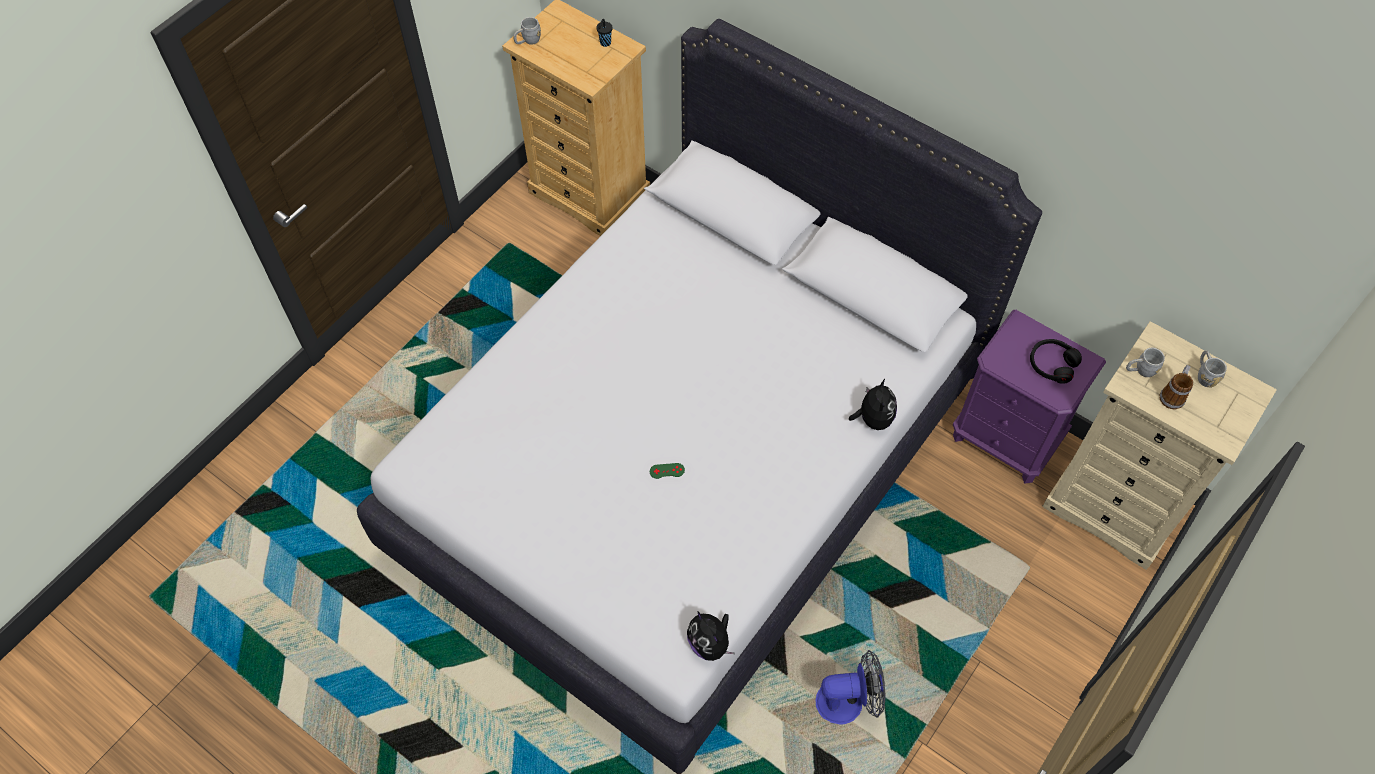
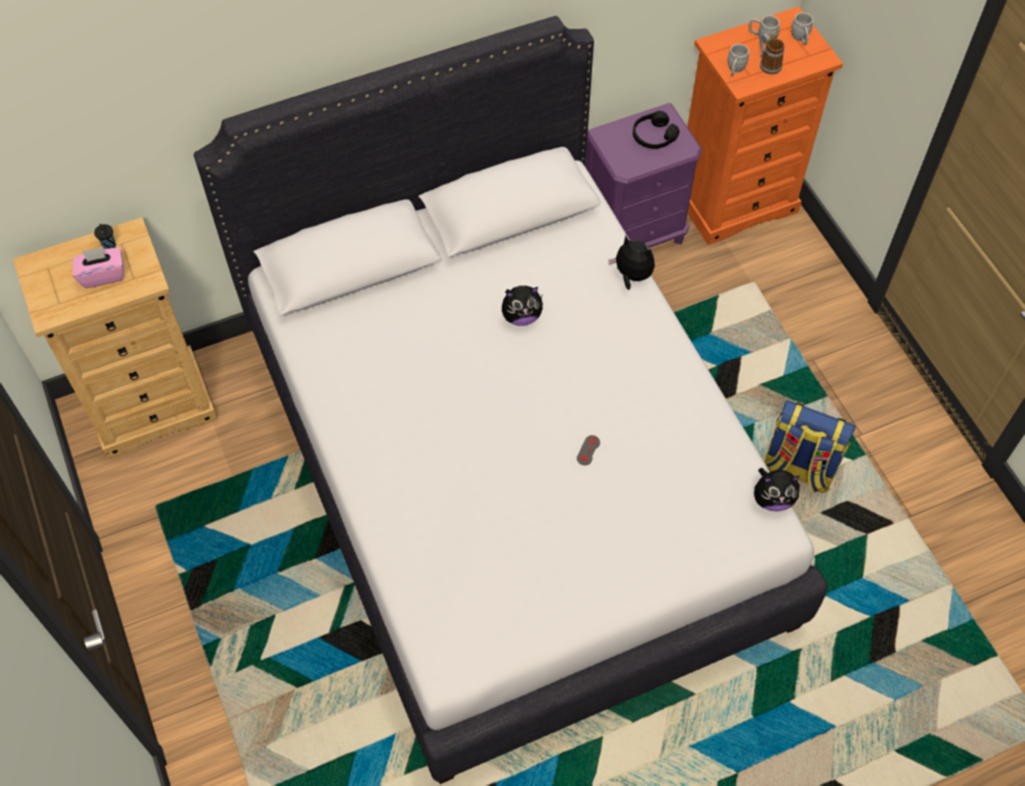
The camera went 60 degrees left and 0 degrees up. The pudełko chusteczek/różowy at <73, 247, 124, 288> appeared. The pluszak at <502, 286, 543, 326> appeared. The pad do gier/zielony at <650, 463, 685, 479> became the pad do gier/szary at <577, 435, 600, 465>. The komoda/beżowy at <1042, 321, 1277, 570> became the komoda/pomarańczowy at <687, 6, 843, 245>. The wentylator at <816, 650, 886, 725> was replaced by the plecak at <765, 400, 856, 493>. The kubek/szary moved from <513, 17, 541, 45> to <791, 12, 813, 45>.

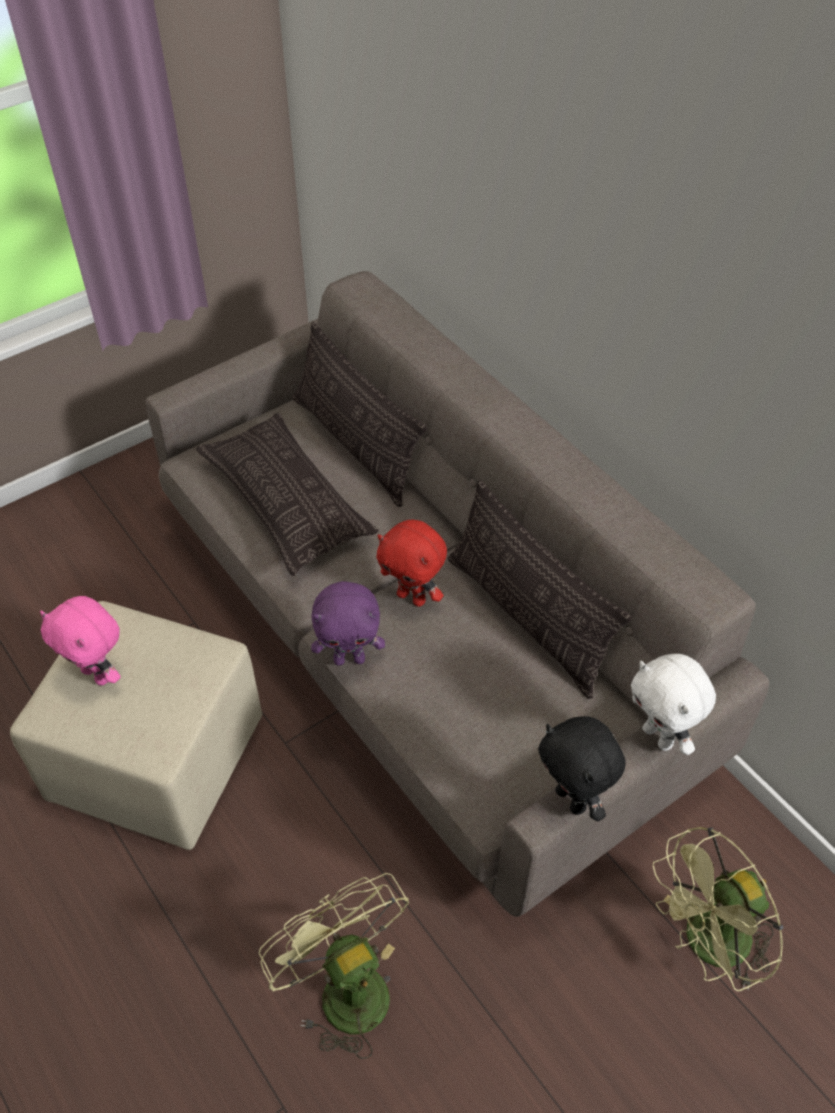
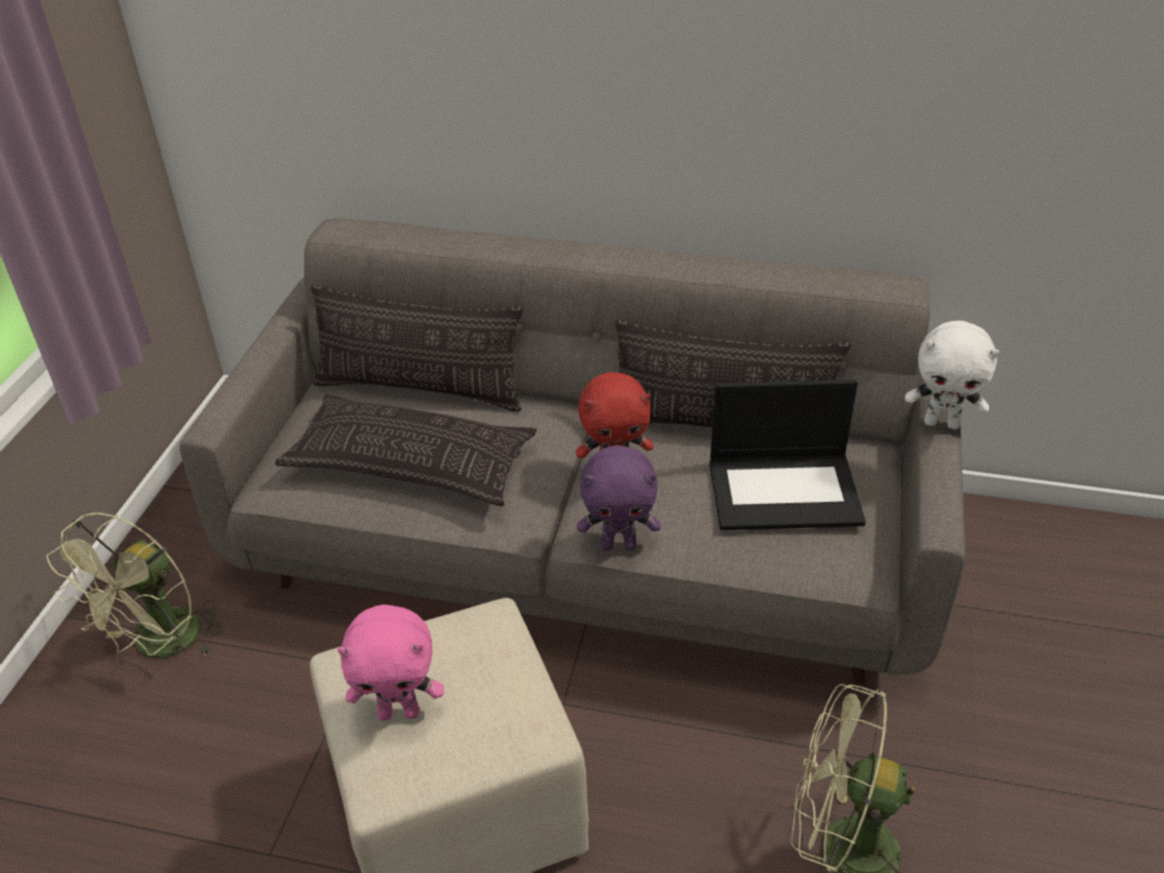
The camera went 40 degrees left and 10 degrees down. The wentylator/zielony moved from <653, 827, 783, 991> to <46, 513, 223, 658>. The pluszak/fioletowy at <311, 581, 385, 665> turned 45 degrees clockwise. The laptop at <709, 379, 866, 530> appeared. The pluszak/czarny at <538, 716, 626, 821> disappeared.

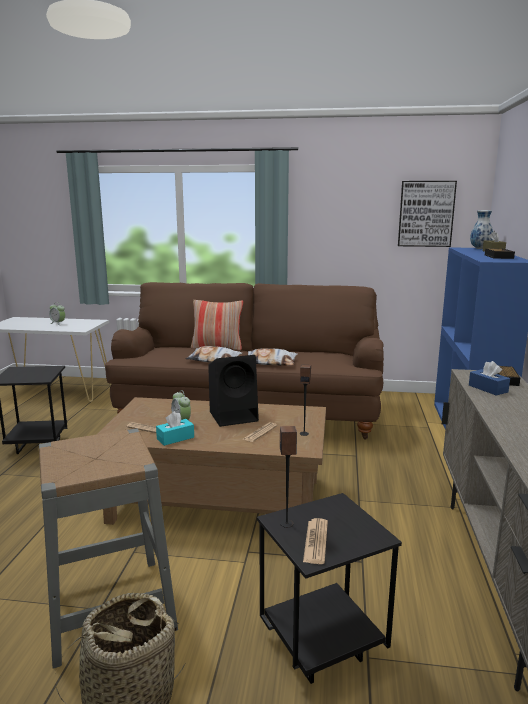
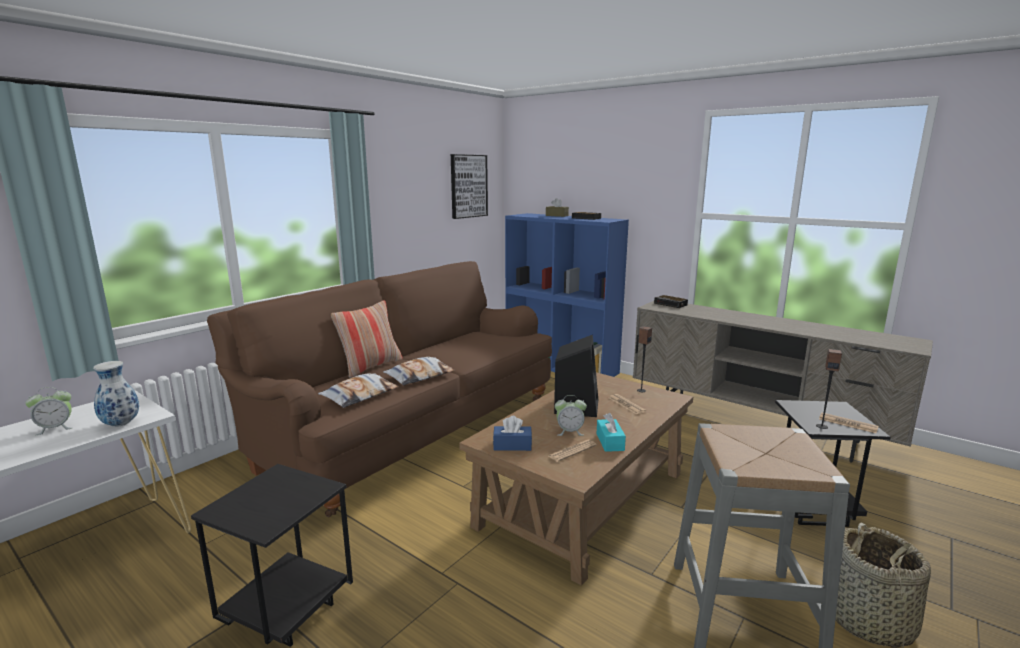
The camera went 60 degrees left and 0 degrees up. The wazon moved from <470, 210, 493, 249> to <93, 361, 139, 427>. The poduszka moved from <248, 349, 298, 366> to <318, 373, 398, 408>. The pudełko chusteczek/niebieski moved from <469, 361, 510, 395> to <493, 416, 532, 451>.

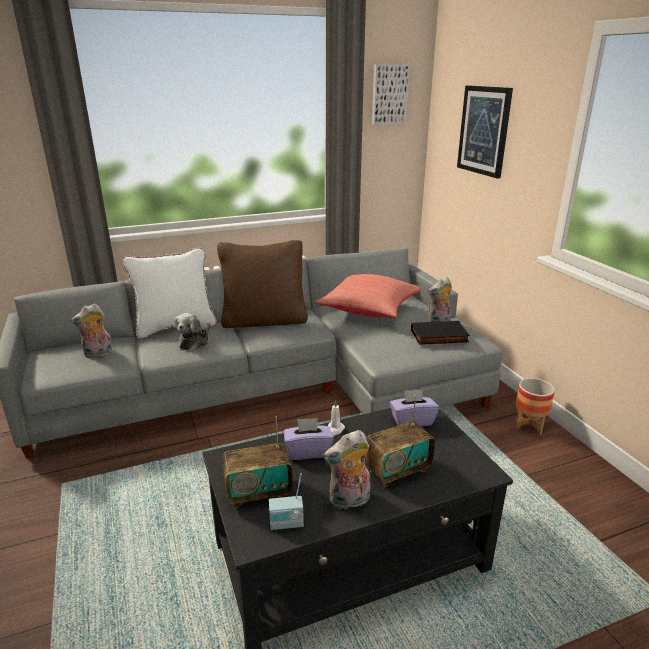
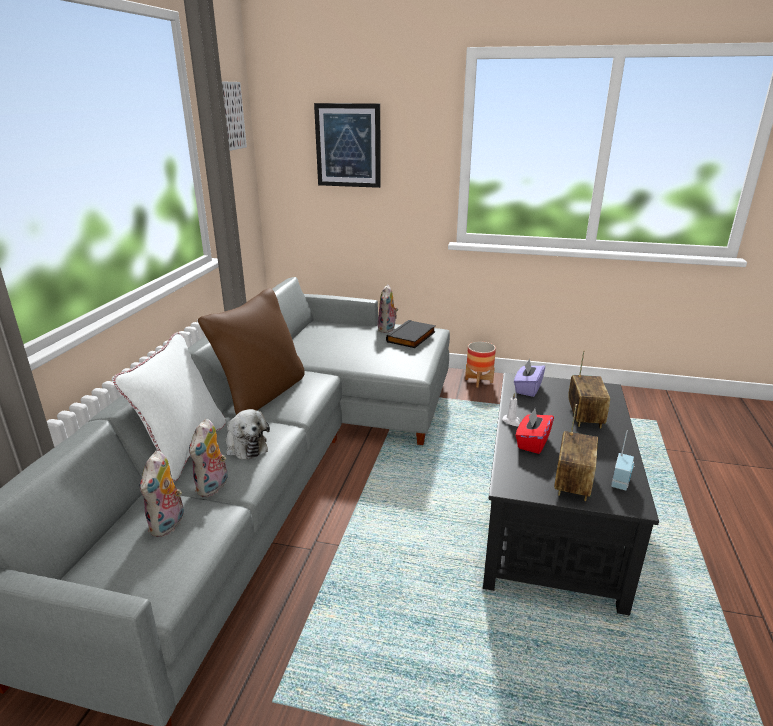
The camera went 55 degrees left and 0 degrees up. The pluszak moved from <323, 430, 370, 510> to <189, 418, 228, 497>. The pudełko chusteczek/fioletowy at <284, 418, 334, 460> became the pudełko chusteczek/czerwony at <515, 409, 554, 454>. The poduszka/czerwony at <315, 274, 421, 318> disappeared.

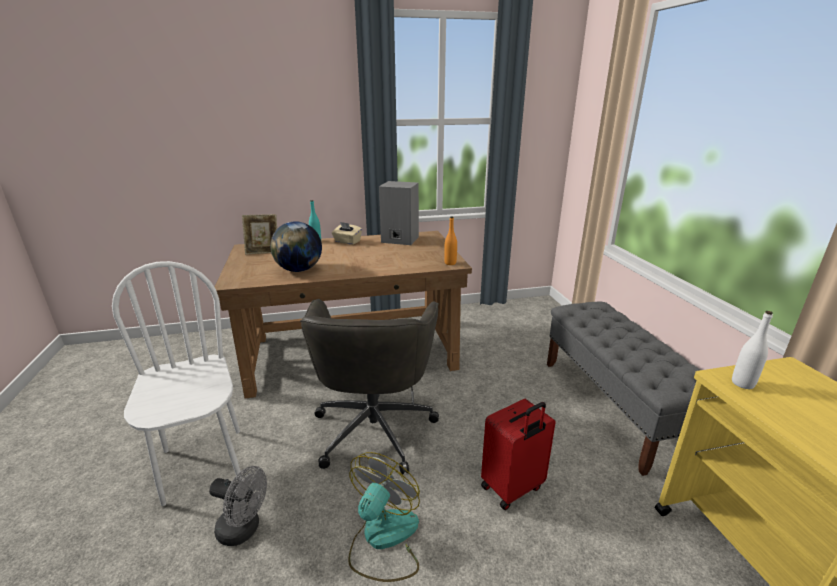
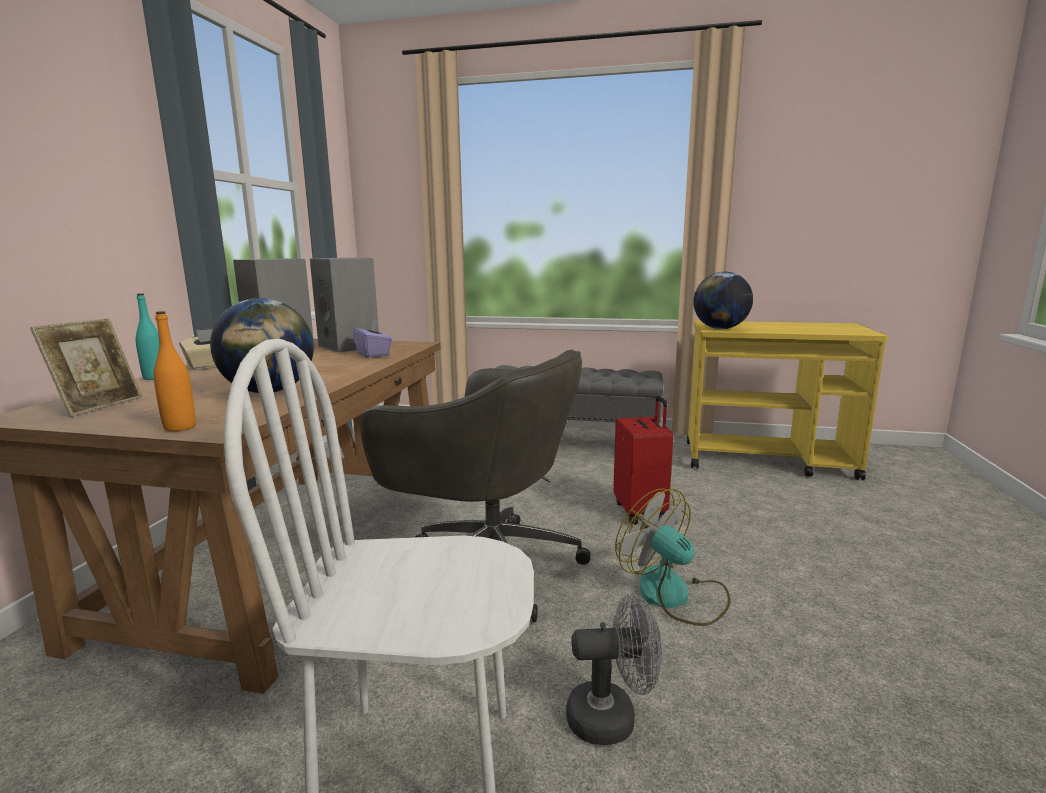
The camera went 65 degrees left and 10 degrees down. The butelka/pomarańczowy moved from <444, 217, 457, 265> to <154, 311, 196, 431>. The głośnik/szary at <310, 258, 379, 352> appeared. The pudełko chusteczek/fioletowy at <353, 319, 392, 358> appeared. The wentylator/szary at <209, 466, 267, 546> turned 45 degrees clockwise. The butelka/biały at <732, 311, 773, 389> was replaced by the globus at <693, 272, 753, 329>.

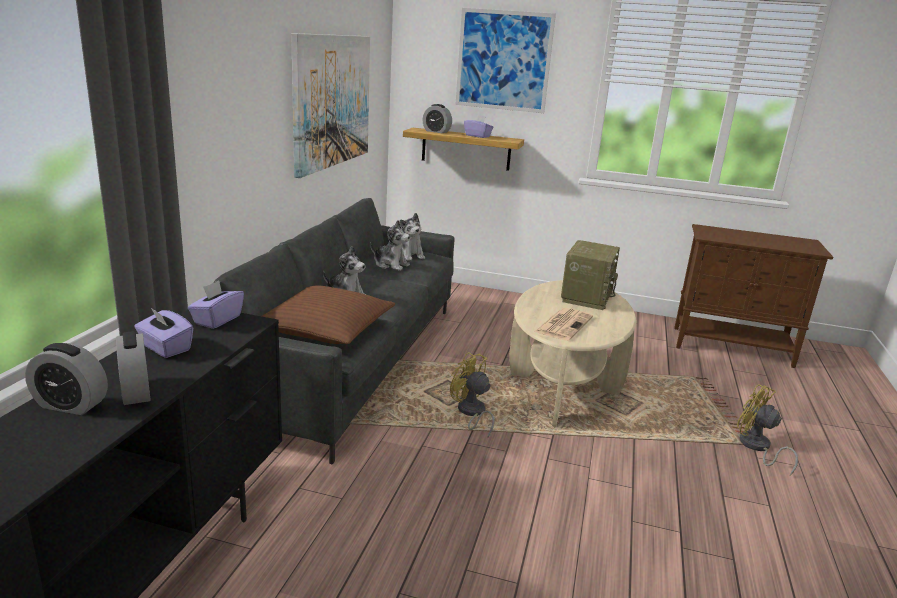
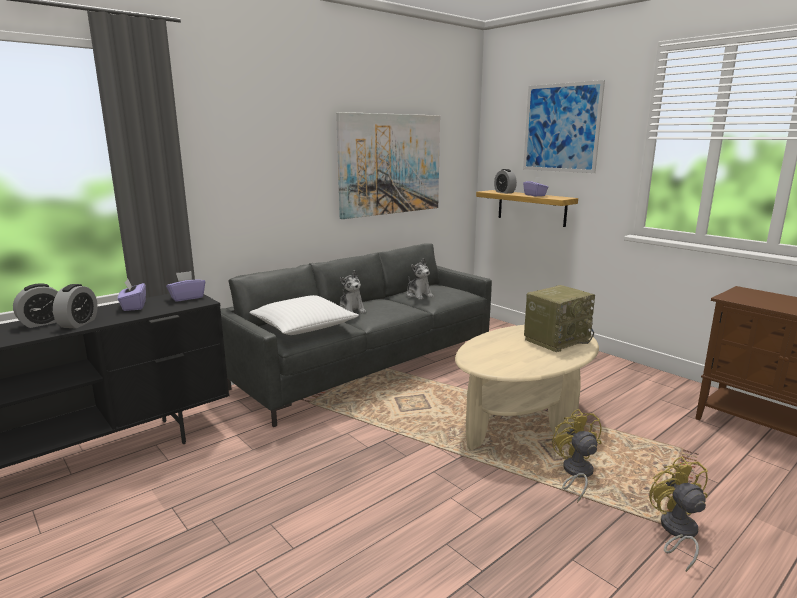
The camera went 35 degrees right and 5 degrees down. The budzik at <25, 343, 108, 415> turned 90 degrees counterclockwise. The poduszka/brązowy at <262, 286, 395, 344> became the poduszka/biały at <249, 295, 359, 335>. The wentylator/żółty moved from <450, 352, 495, 438> to <552, 409, 601, 503>. The pluszak at <400, 213, 425, 261> disappeared. The gazeta at <535, 308, 593, 341> disappeared.

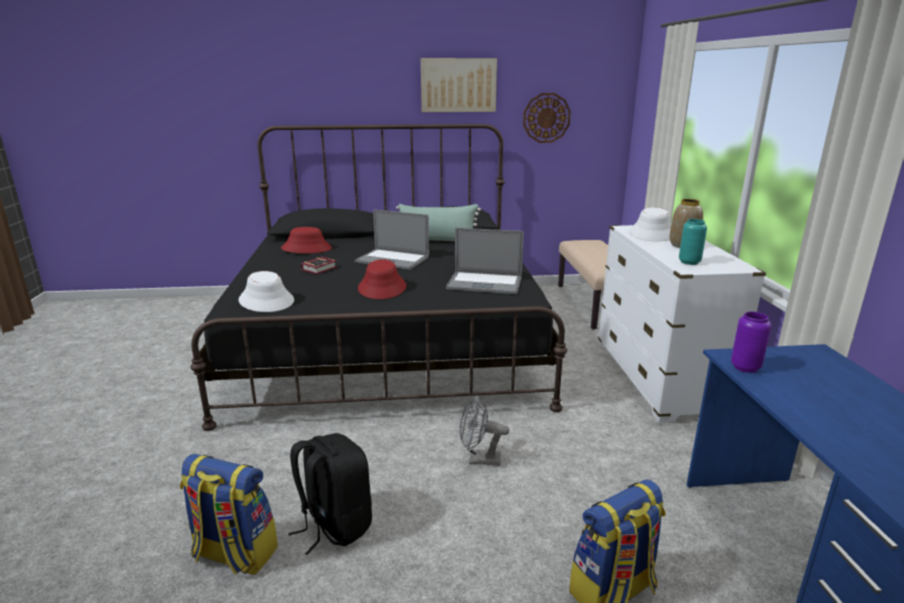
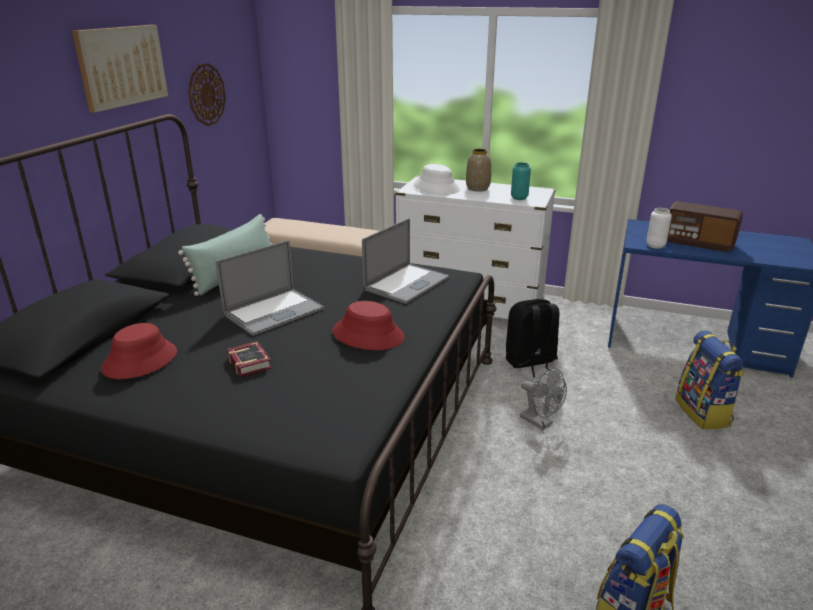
The camera went 65 degrees left and 5 degrees up. The plecak/czarny moved from <288, 433, 372, 555> to <506, 299, 559, 377>. The wentylator/szary at <459, 397, 509, 466> turned 75 degrees counterclockwise. The wazon/fioletowy at <731, 312, 771, 373> became the wazon/biały at <646, 208, 672, 249>. The radio at <667, 201, 743, 252> appeared. The kapelusz/biały at <238, 271, 294, 312> disappeared.

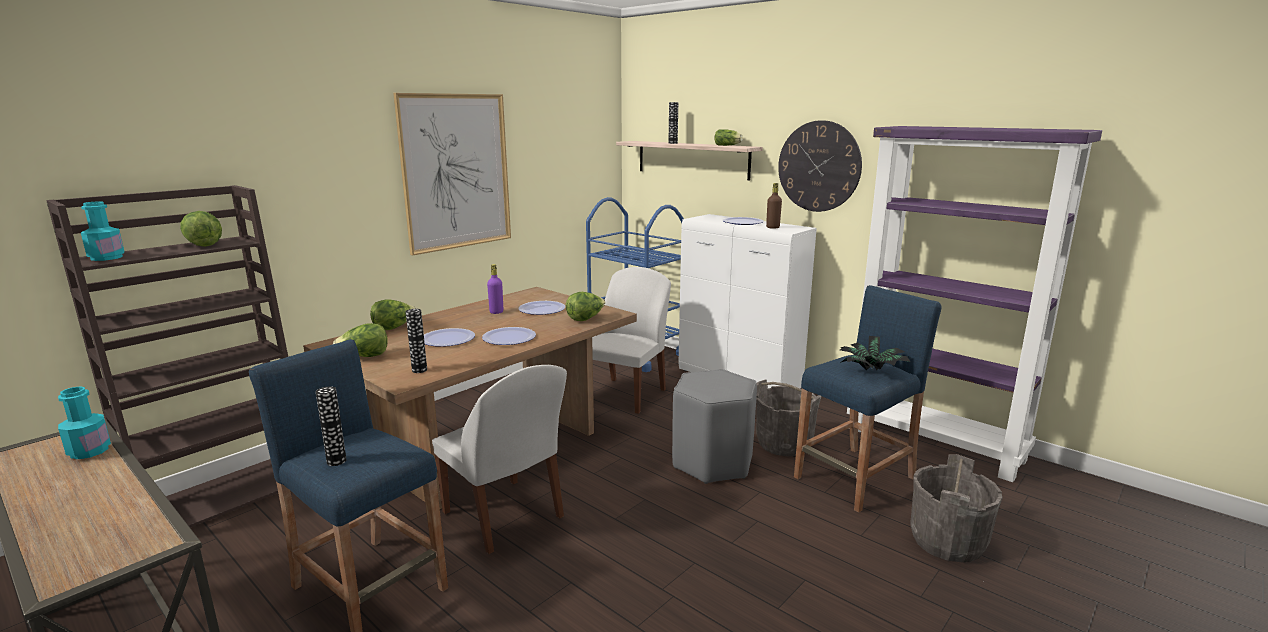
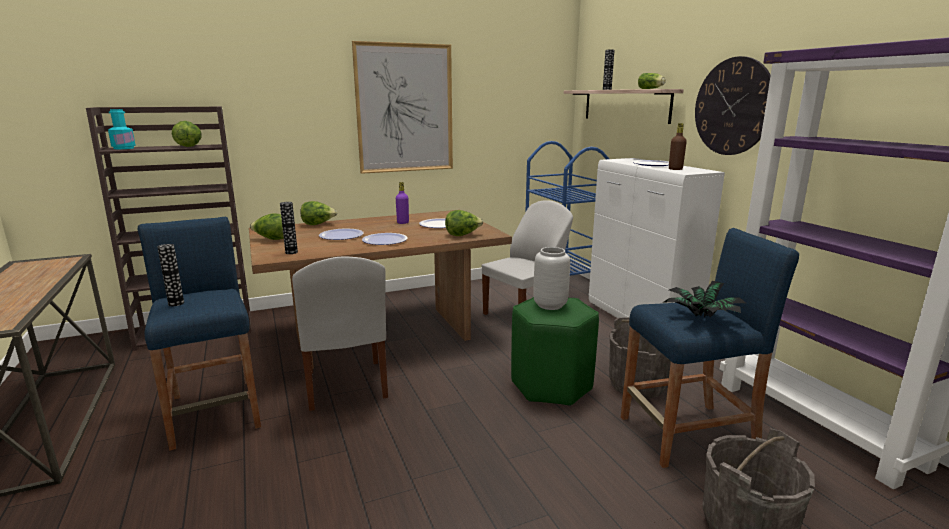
The camera went 25 degrees right and 0 degrees up. The stołek/szary at <672, 369, 757, 484> became the stołek/zielony at <511, 297, 599, 406>. The wazon/szary at <533, 247, 570, 310> appeared. The butelka/turkusowy at <58, 386, 111, 459> disappeared.

